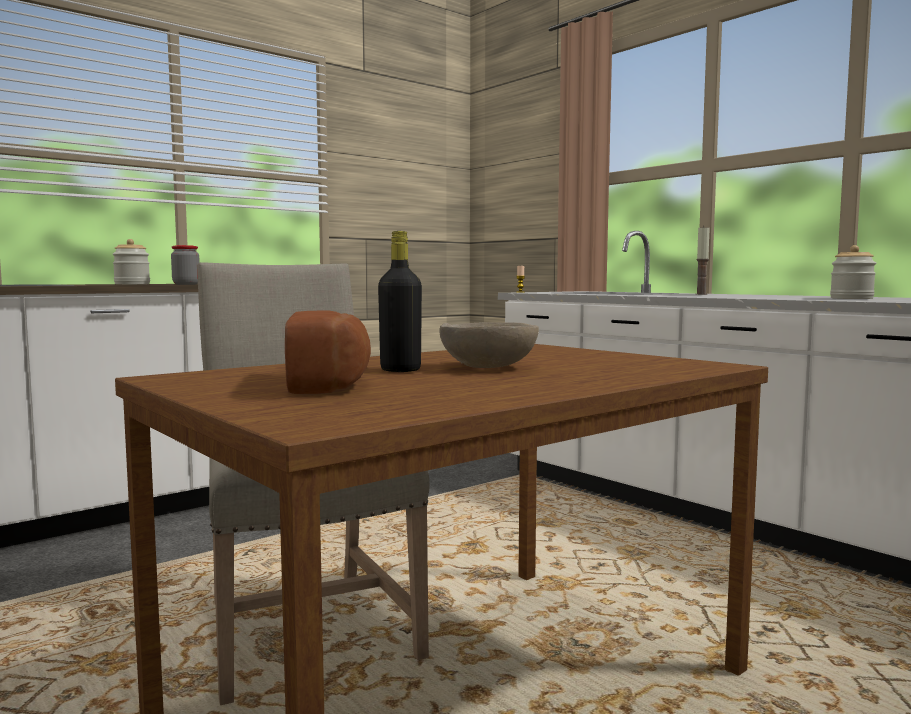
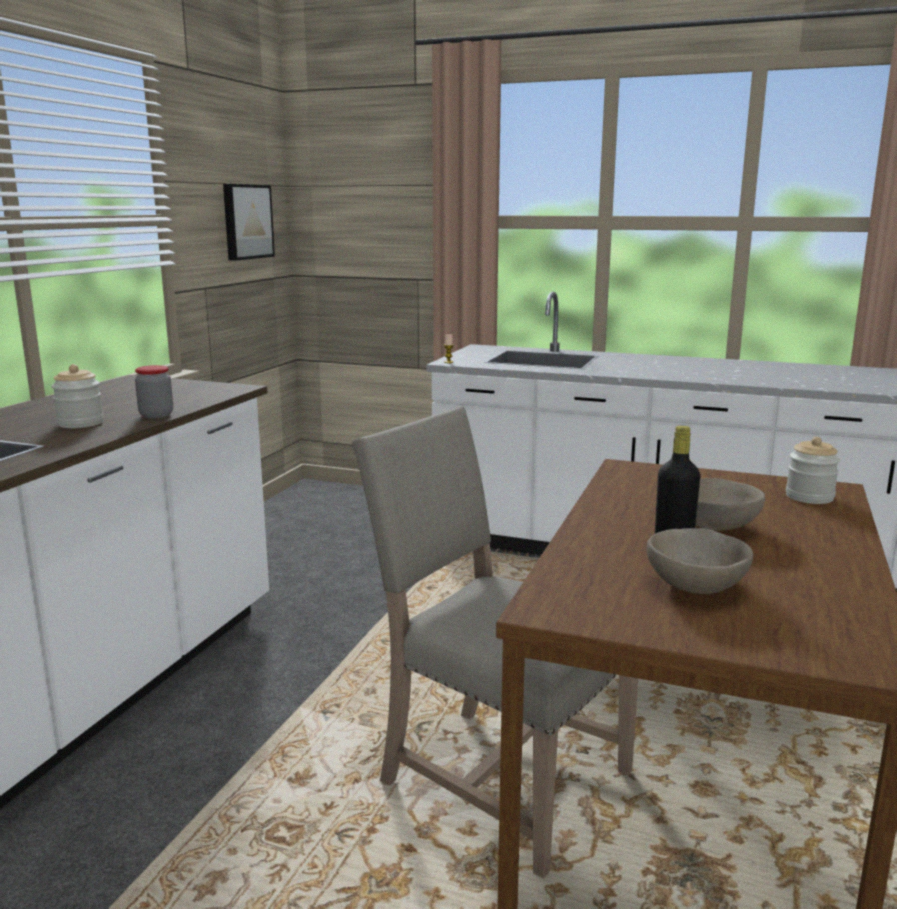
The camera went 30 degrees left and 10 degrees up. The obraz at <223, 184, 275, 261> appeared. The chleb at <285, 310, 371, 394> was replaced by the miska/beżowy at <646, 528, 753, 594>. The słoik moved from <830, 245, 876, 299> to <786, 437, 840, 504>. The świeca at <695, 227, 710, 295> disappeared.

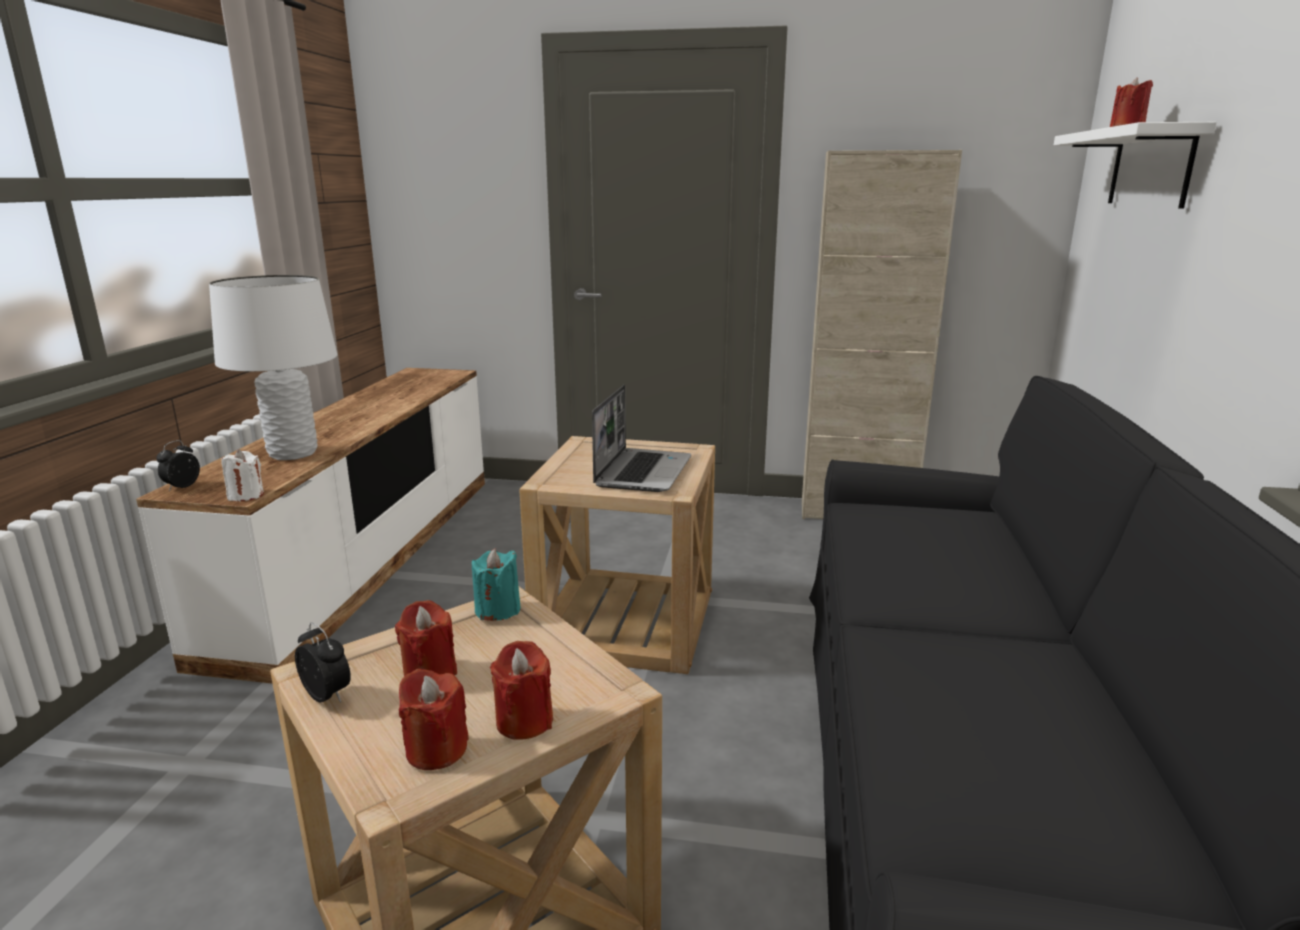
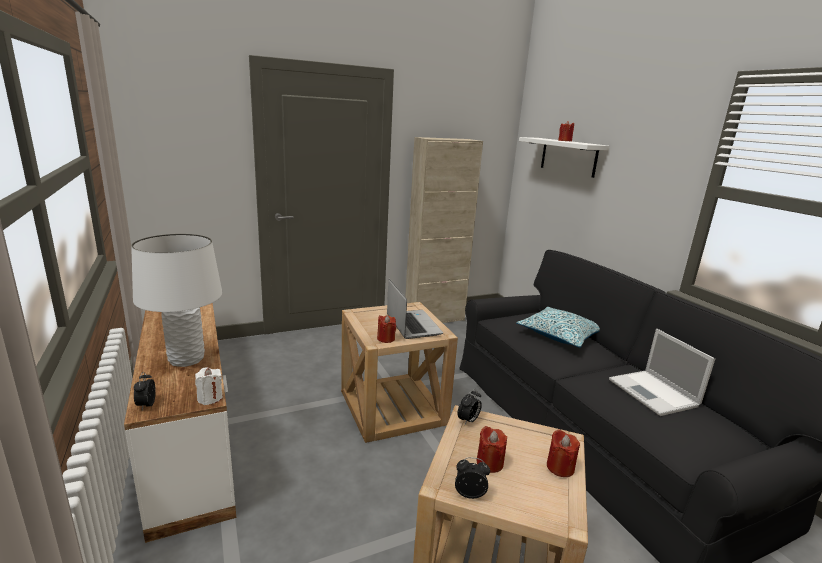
The camera went 35 degrees left and 0 degrees up. The świeca/czerwony moved from <399, 668, 469, 770> to <377, 315, 396, 343>. The świeca/turkusowy at <472, 548, 521, 621> was replaced by the budzik at <457, 389, 482, 424>. The poduszka at <516, 307, 600, 348> appeared. The laptop at <609, 329, 715, 416> appeared.

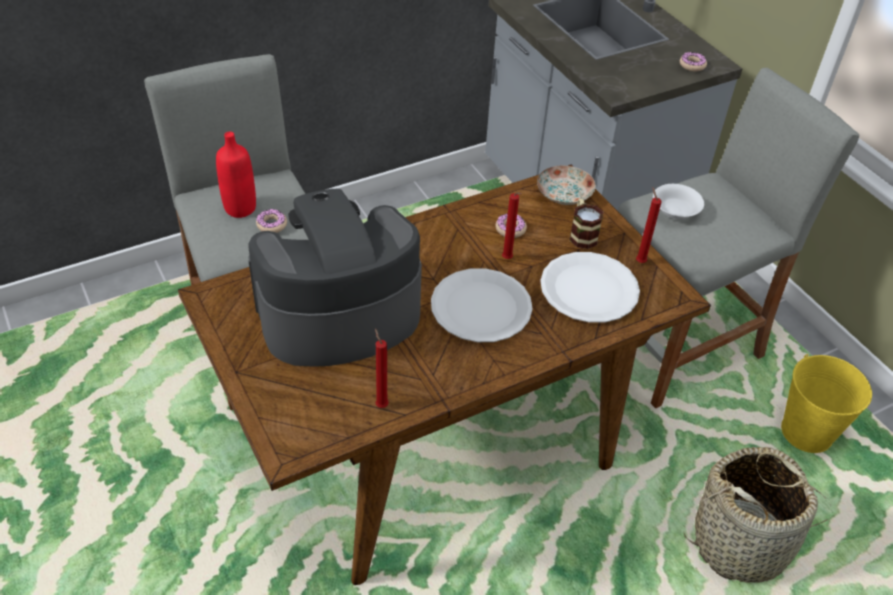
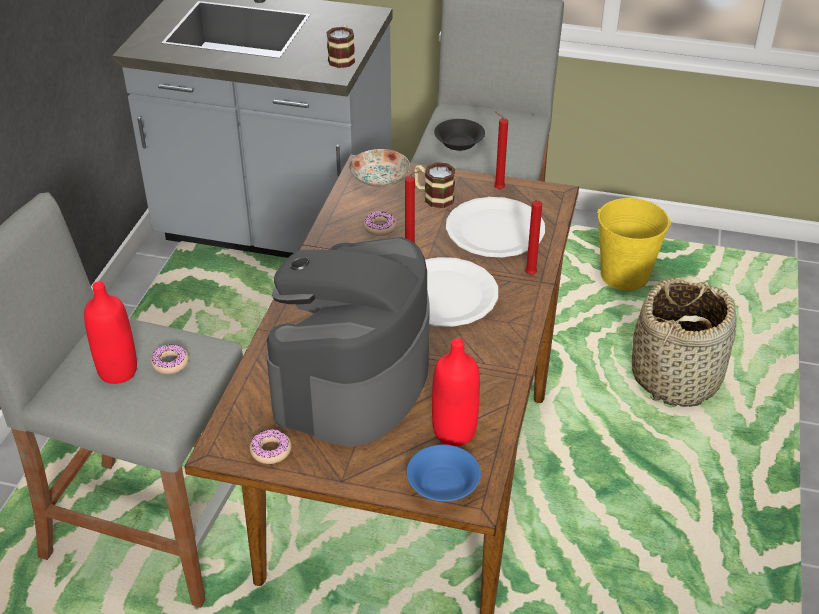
The camera went 45 degrees left and 5 degrees down. The donut moved from <680, 52, 707, 71> to <250, 429, 291, 464>. The kubek at <326, 25, 355, 68> appeared. The miska/niebieski at <407, 445, 481, 501> appeared. The butelka/czerwony at <432, 338, 480, 446> appeared. The miska/biały at <653, 184, 704, 219> became the miska/czarny at <434, 119, 485, 151>. The świeca/czerwony moved from <375, 329, 389, 408> to <525, 194, 542, 275>.

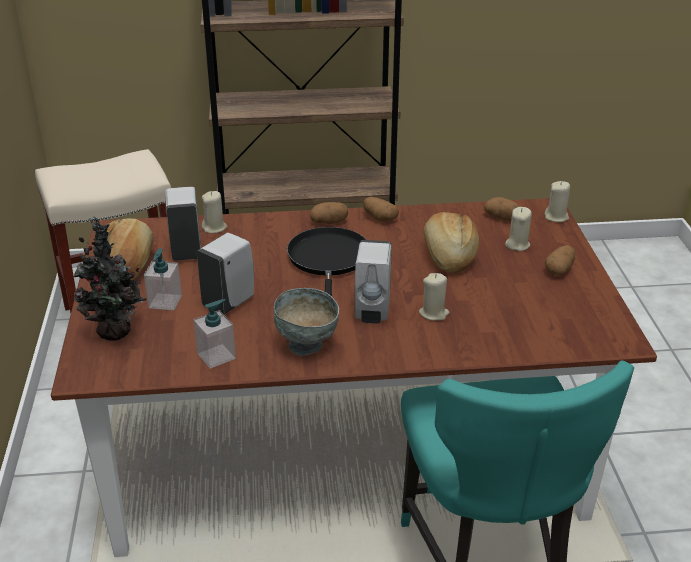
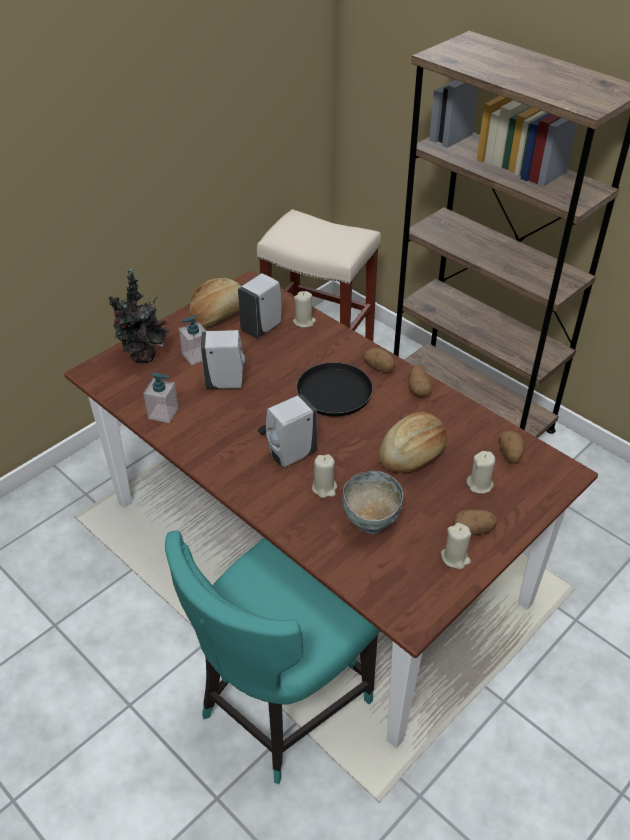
The camera went 50 degrees right and 10 degrees up. The miska/szary moved from <274, 288, 339, 356> to <342, 471, 403, 535>. The świeca/beżowy moved from <545, 181, 570, 222> to <441, 523, 471, 569>.

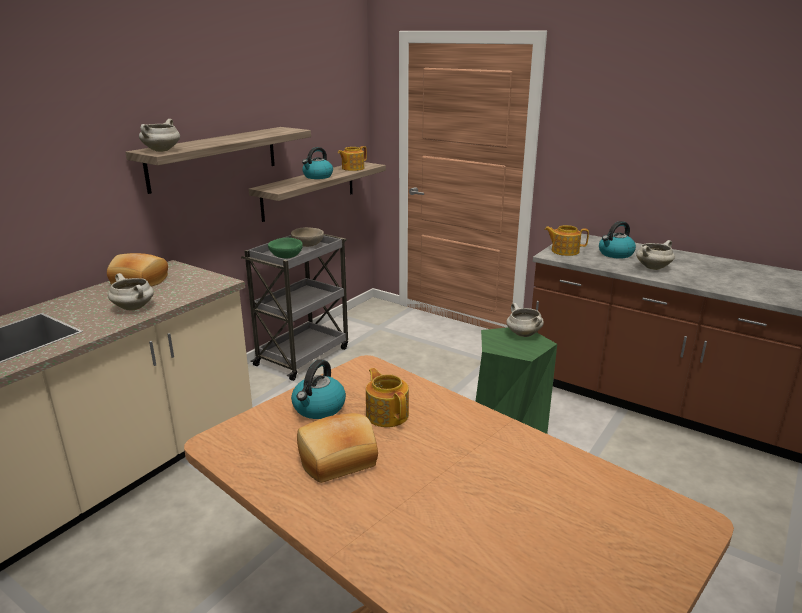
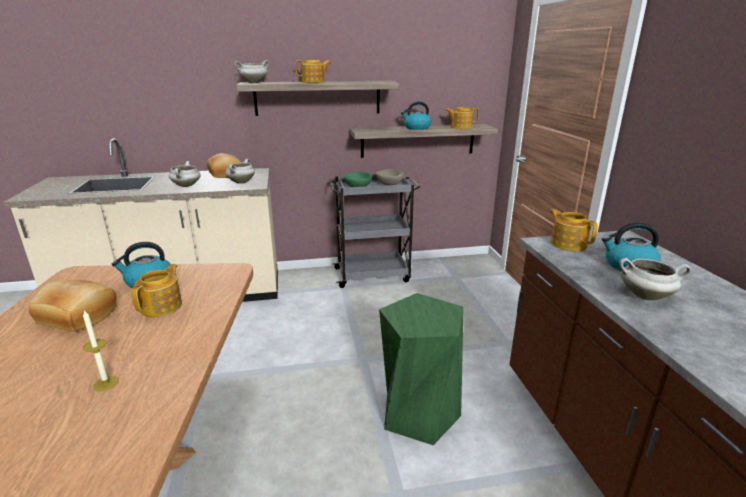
The camera went 45 degrees right and 0 degrees up. The świeca at <83, 310, 119, 391> appeared. The garnek/biały moved from <506, 303, 544, 337> to <225, 159, 255, 184>. The imbryk at <295, 60, 331, 83> appeared.

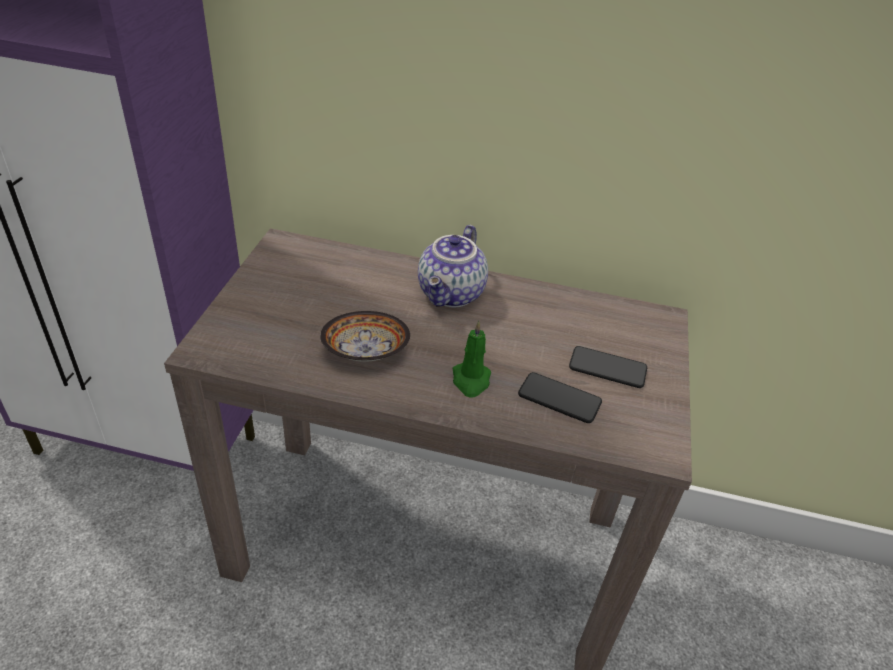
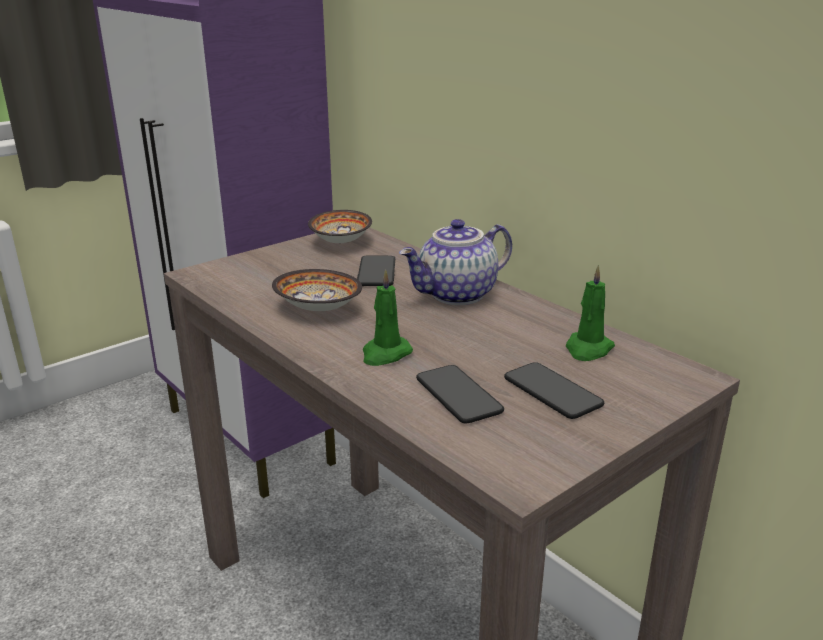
The camera went 40 degrees right and 15 degrees down. The miska at <308, 210, 372, 244> appeared. The telefon at <357, 256, 395, 286> appeared. The świeca/zielony at <566, 265, 615, 361> appeared.

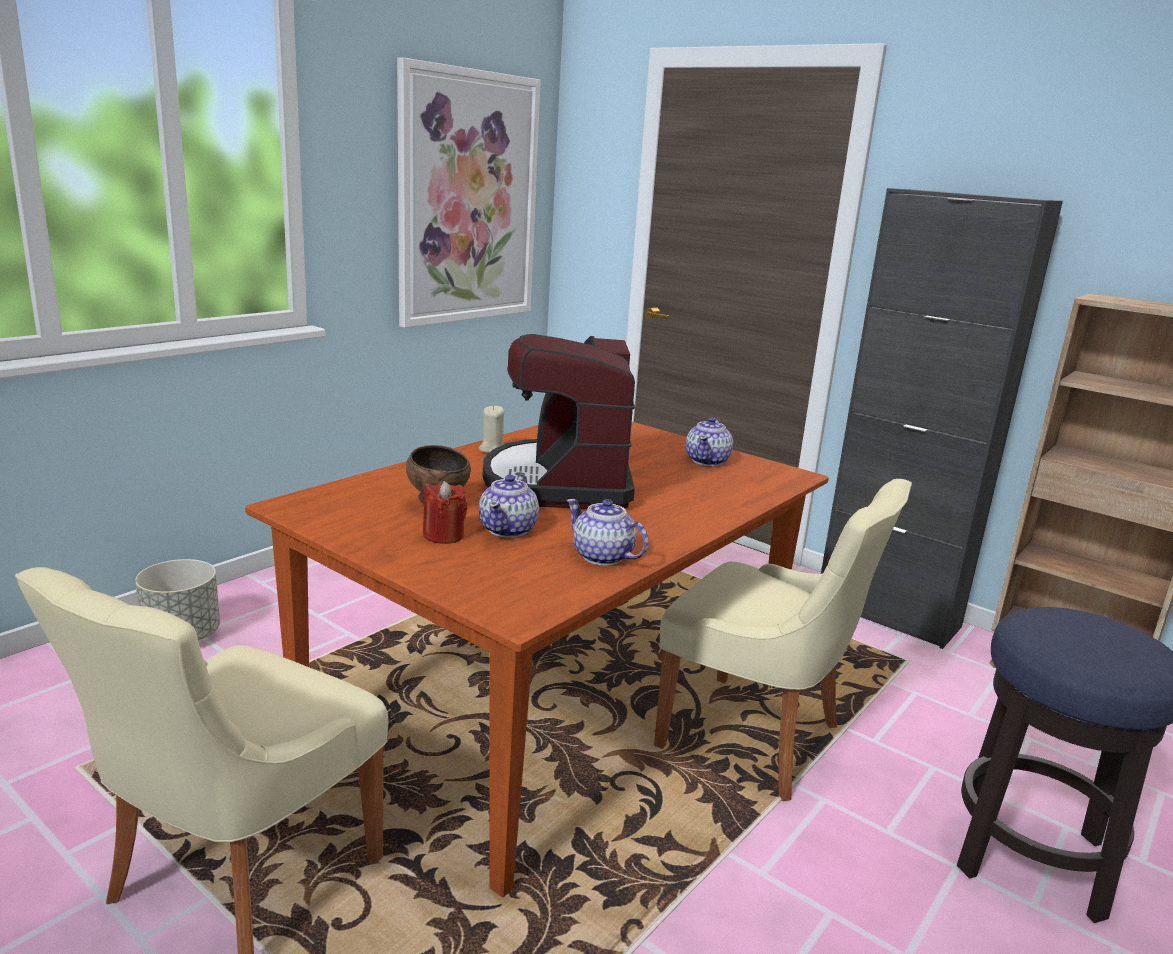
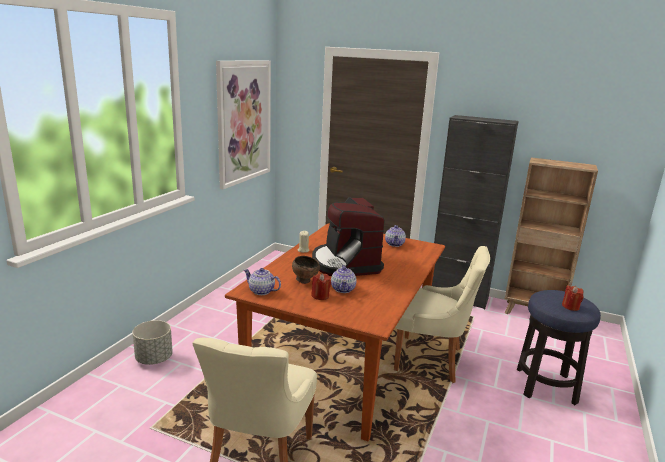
The camera went 15 degrees left and 0 degrees up. The imbryk moved from <566, 499, 649, 566> to <244, 268, 281, 295>. The świeca/czerwony at <562, 285, 583, 311> appeared.

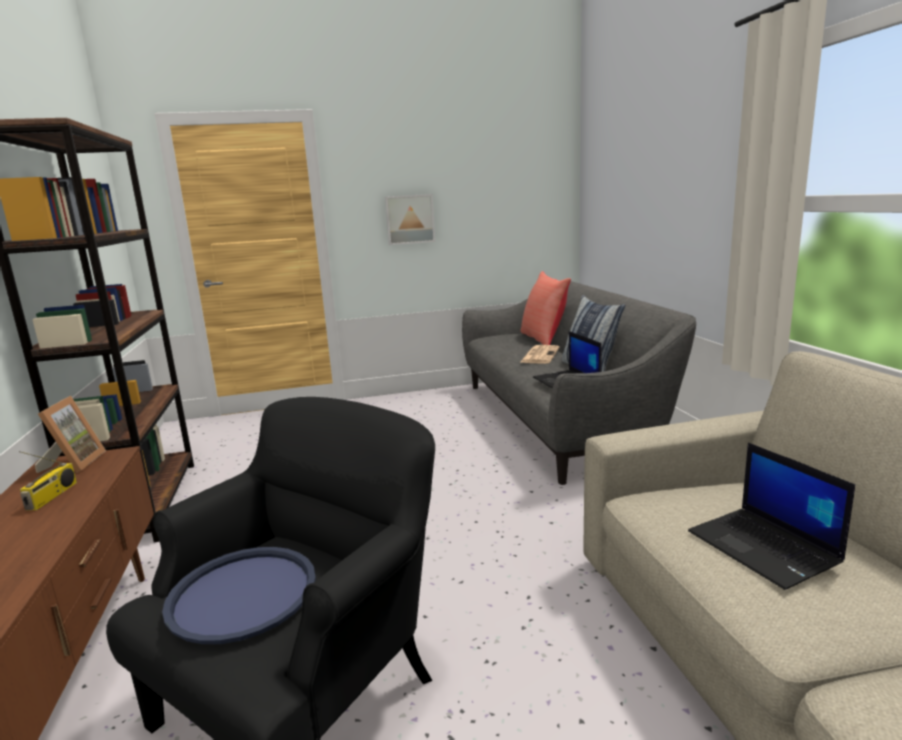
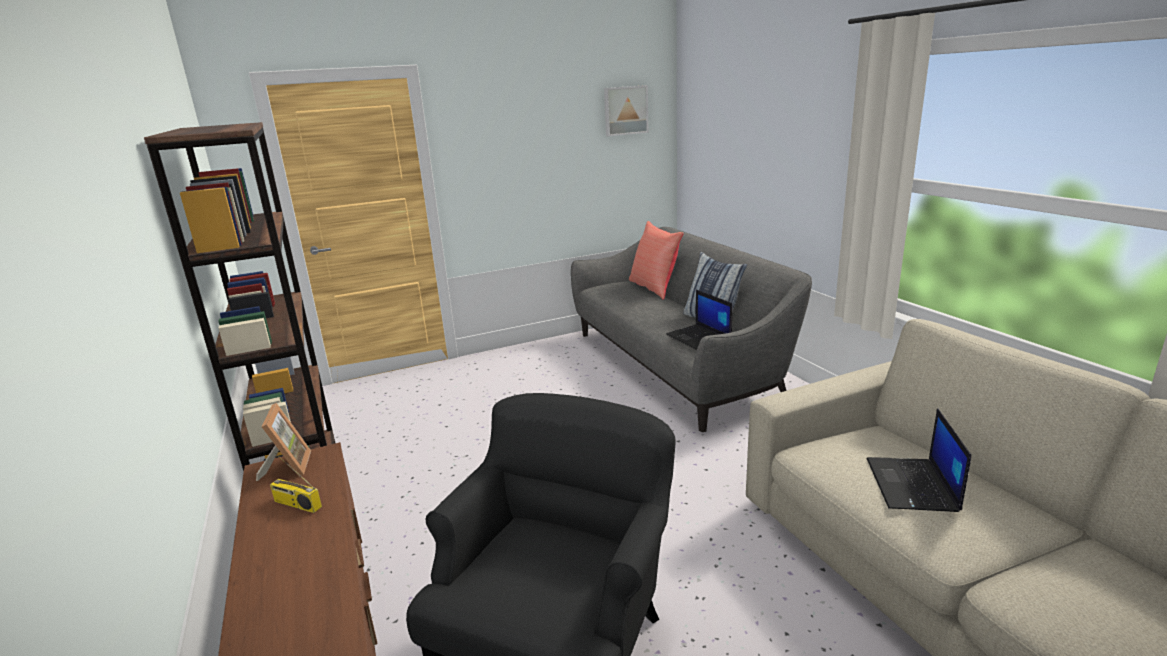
The camera went 10 degrees left and 5 degrees up. The radio at <19, 451, 77, 510> turned 120 degrees clockwise. The obraz moved from <385, 194, 435, 245> to <604, 85, 649, 136>. The laptop at <688, 443, 855, 590> turned 45 degrees clockwise. The taca/niebieski at <162, 547, 316, 644> disappeared. The gazeta at <521, 345, 560, 364> disappeared.

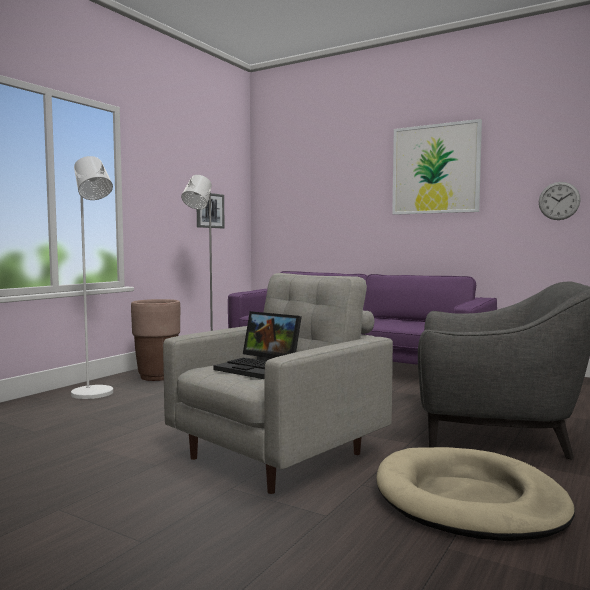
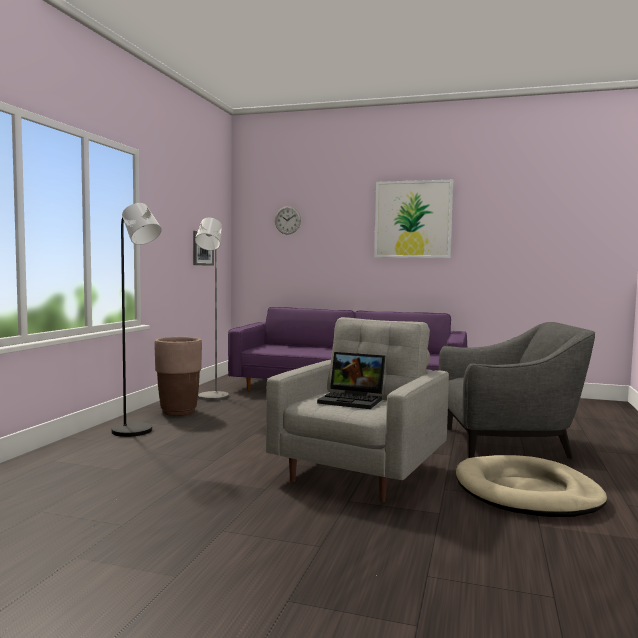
The camera went 15 degrees left and 0 degrees up. The lampa stojąca/biały at <71, 156, 113, 399> became the lampa stojąca/czarny at <112, 203, 162, 437>. The zegar ścienny moved from <539, 182, 581, 220> to <275, 206, 301, 235>.

